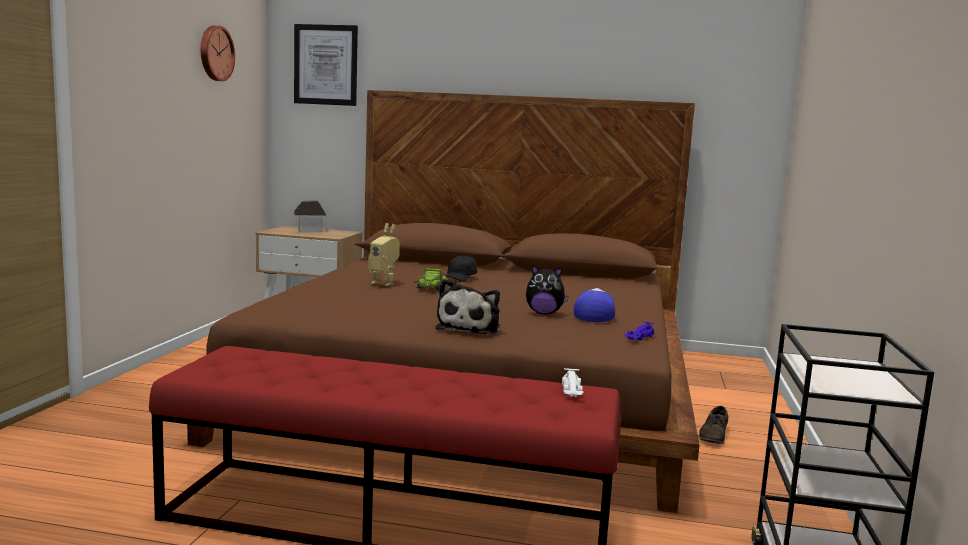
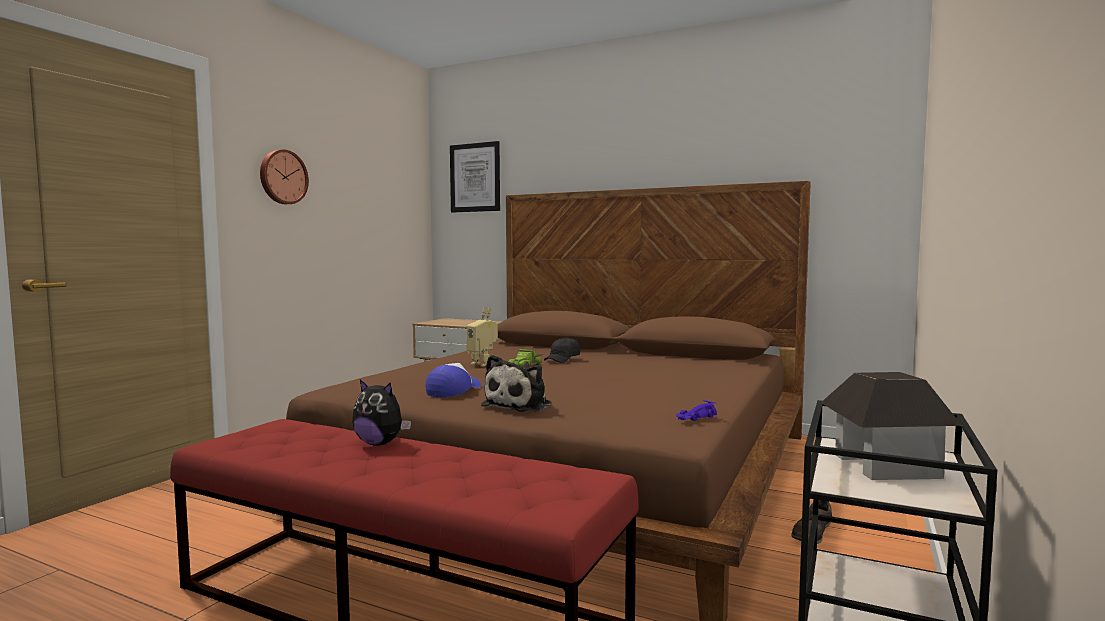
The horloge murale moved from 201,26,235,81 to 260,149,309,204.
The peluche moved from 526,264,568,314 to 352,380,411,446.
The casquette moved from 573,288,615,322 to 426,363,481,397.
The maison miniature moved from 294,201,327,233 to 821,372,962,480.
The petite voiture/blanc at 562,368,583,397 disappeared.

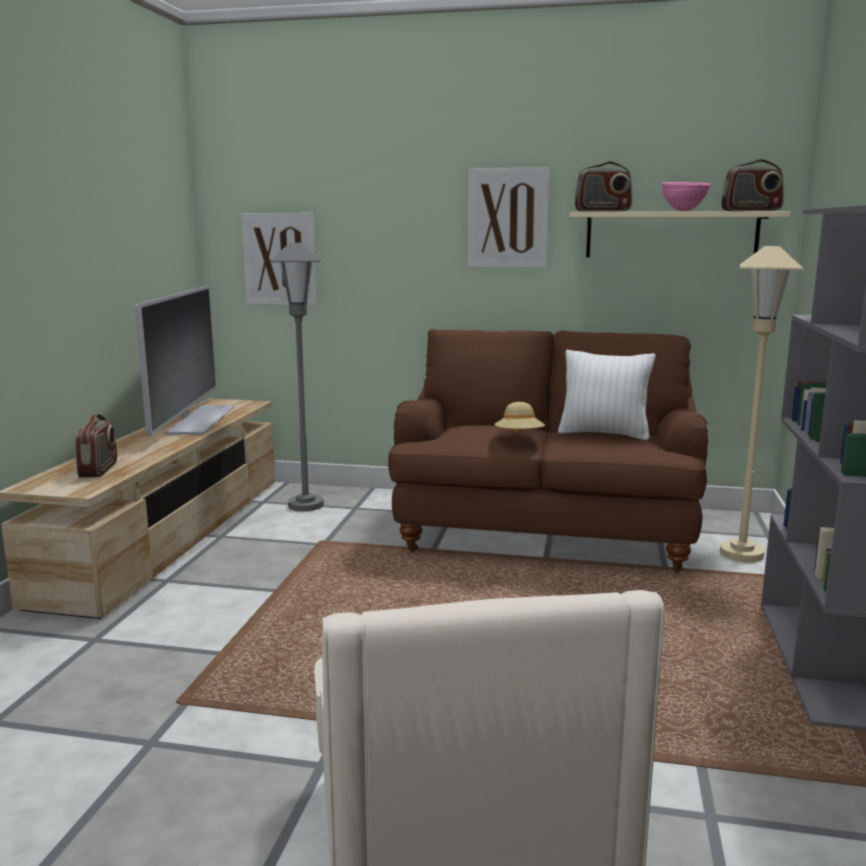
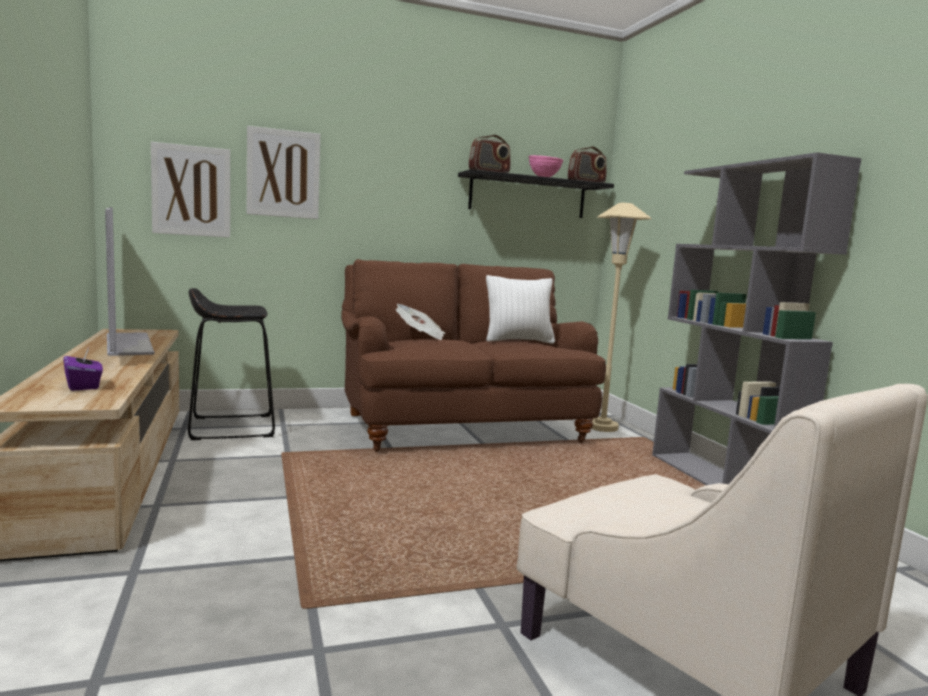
The radio at 75,414,117,477 was replaced by the boîte à mouchoirs/violet at 63,349,103,391.
The lampadaire/gris at 270,243,324,512 was replaced by the tabouret/noir at 188,288,275,440.
The tableau moved from 468,167,550,268 to 247,126,320,219.
The journal at 396,304,445,340 appeared.
The étagère/beige at 569,211,791,257 became the étagère/noir at 458,169,614,218.
The chapeau/beige at 494,402,545,431 disappeared.

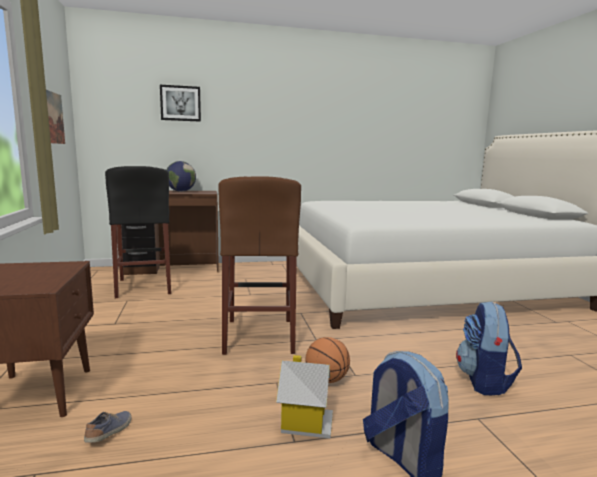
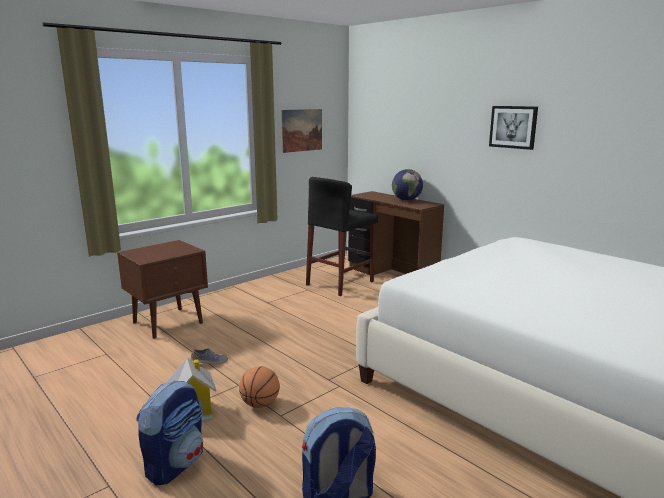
The chaussure moved from 84,411,131,443 to 190,348,228,365.
The tableau moved from 160,85,201,122 to 489,106,538,150.
The tabouret/marron at 219,176,301,355 disappeared.

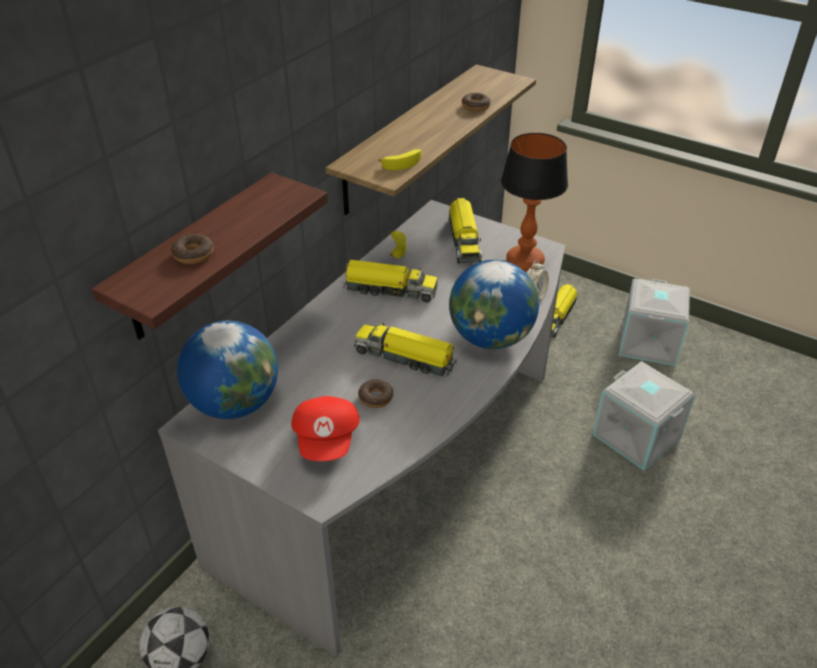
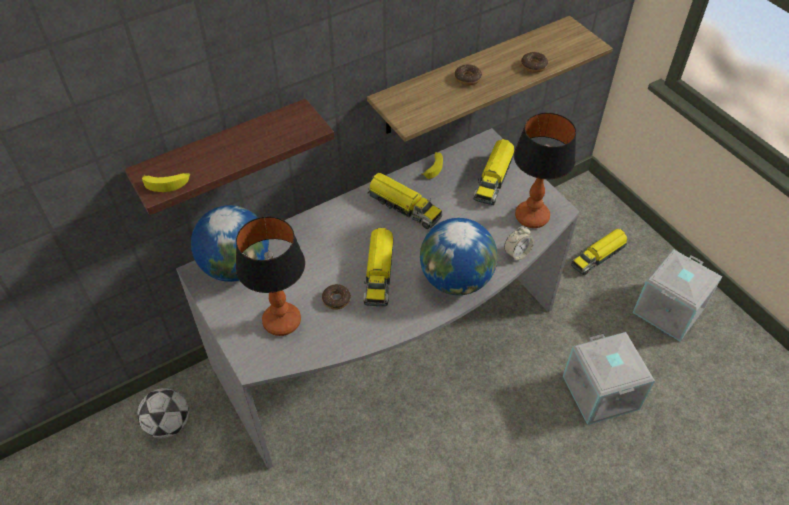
The banane moved from 378,149,421,170 to 142,173,190,192.
The casquette/rouge at 291,396,360,461 was replaced by the lampe de table at 236,216,305,336.
The camion jouet at 354,323,457,377 turned 135 degrees counterclockwise.
The beignet moved from 171,234,214,264 to 455,64,482,86.

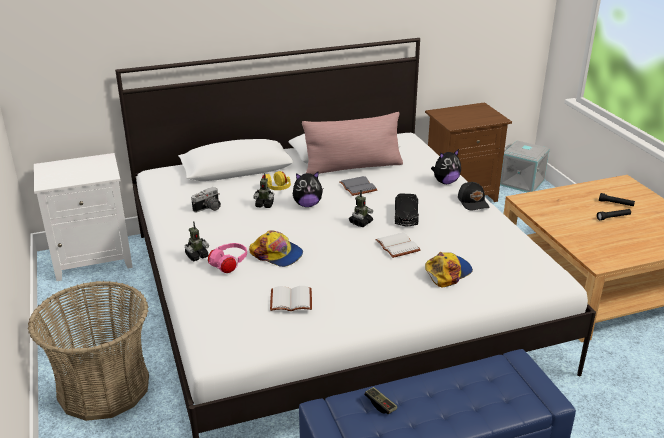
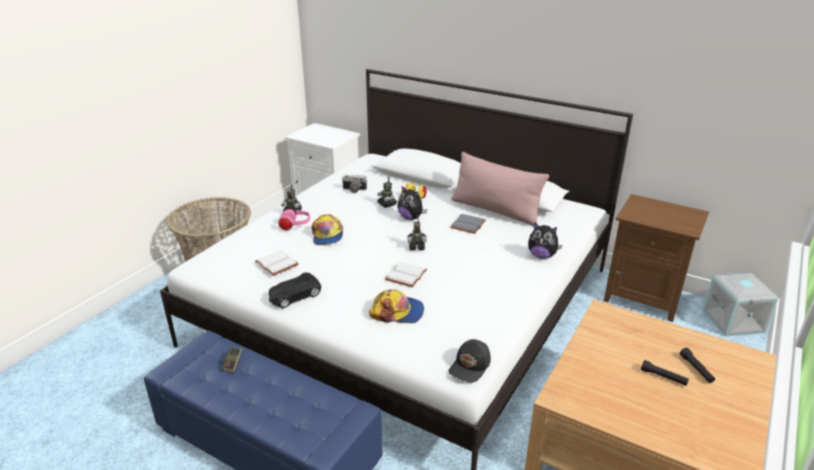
The petite voiture/noir moved from 395,193,419,226 to 269,273,321,308.
The casquette/noir moved from 458,182,490,211 to 448,339,491,383.

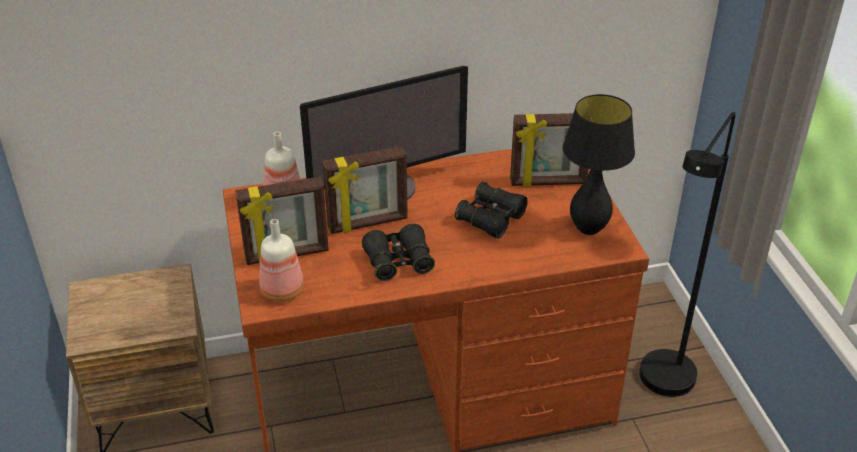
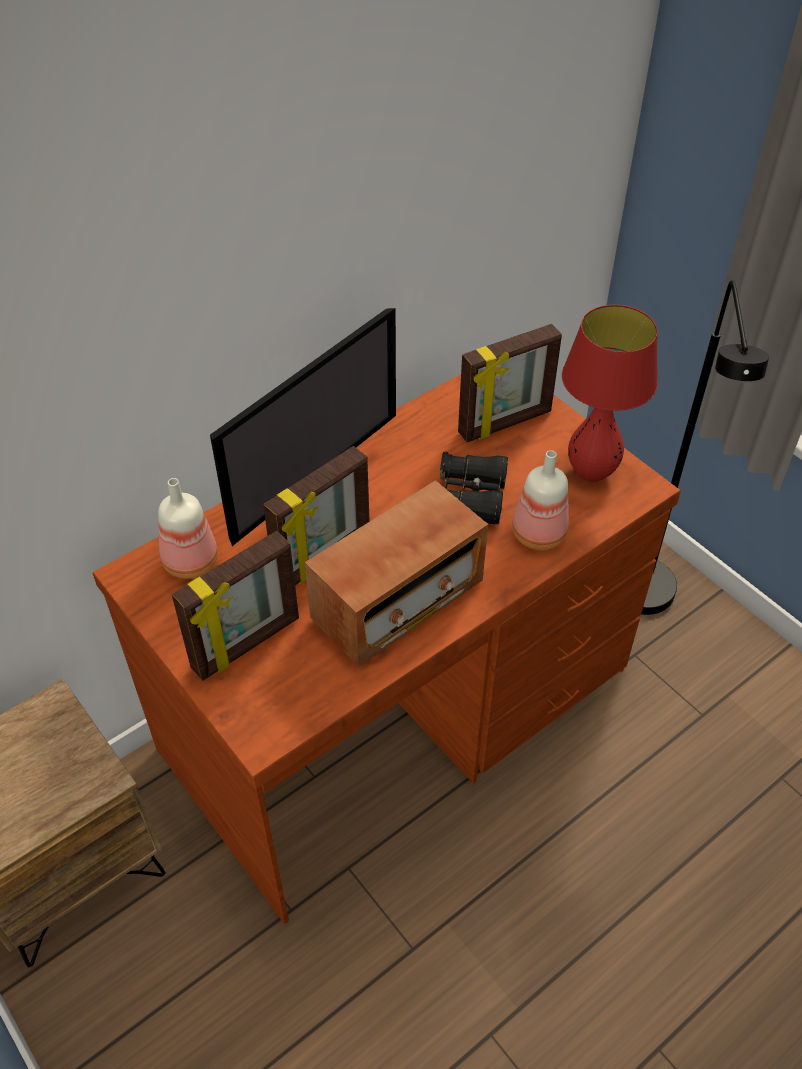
The jumelles/noir at 362,224,435,281 was replaced by the radio at 305,480,488,667.
The bouteille moved from 259,219,304,302 to 512,450,569,550.
The lampe de table/noir at 563,94,635,235 became the lampe de table/rouge at 562,305,658,482.

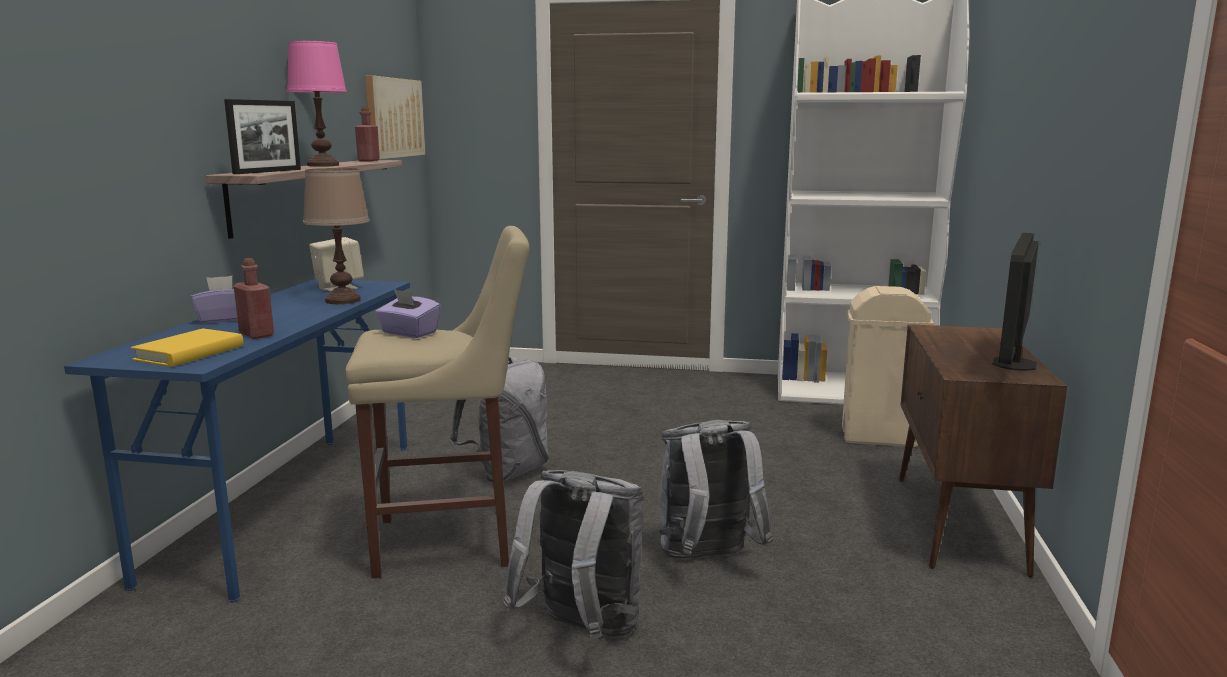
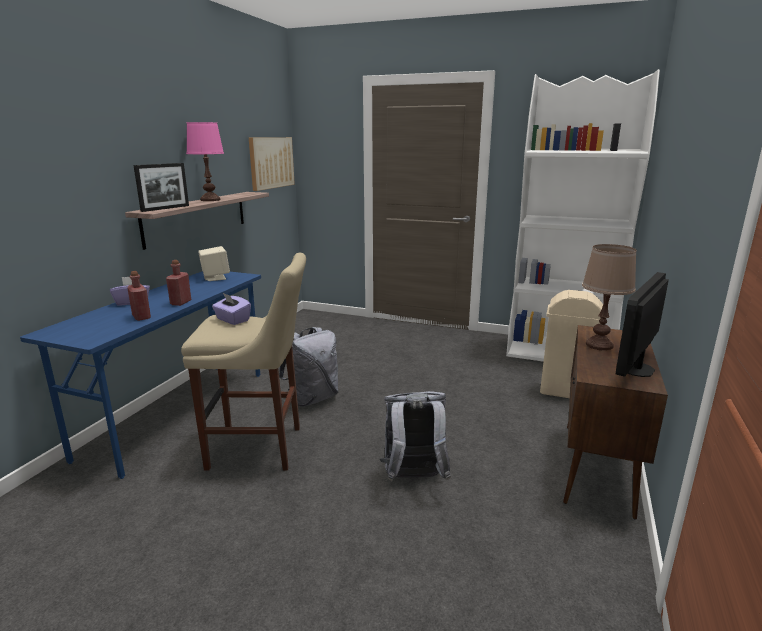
The bouteille/rouge moved from 355,107,380,161 to 166,260,191,306.
The lampe de table/marron moved from 303,168,370,304 to 582,244,637,351.
The livre/jaune at 130,328,244,367 disappeared.
The sac à dos/gris at 503,470,644,638 disappeared.

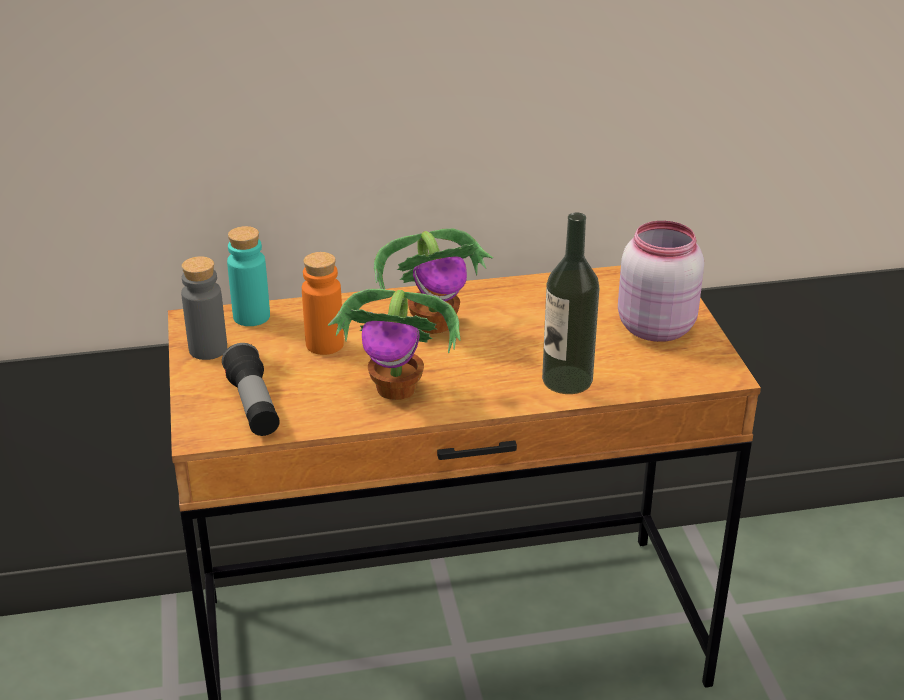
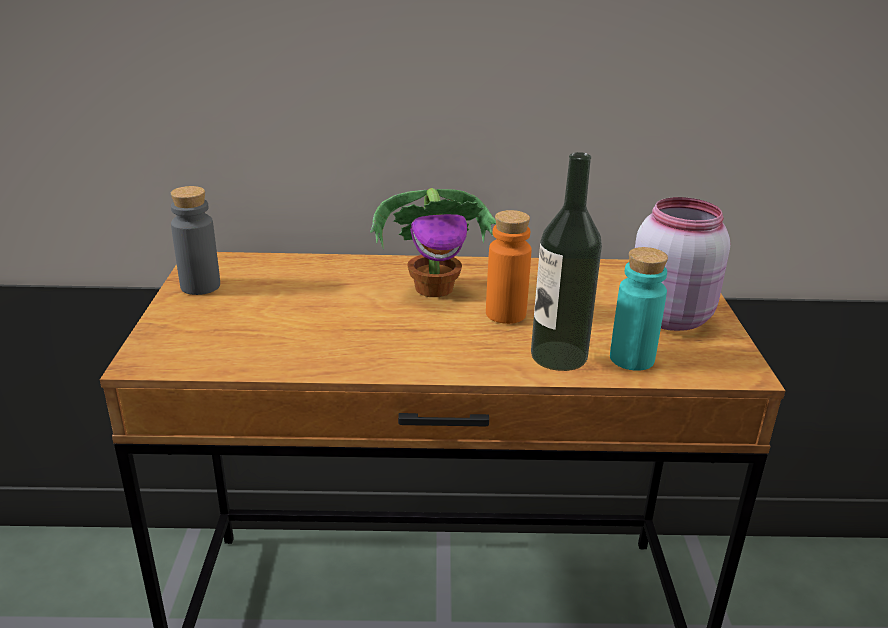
The bouteille/orange moved from 302,252,344,355 to 486,210,532,324.
The bouteille/turquoise moved from 227,226,270,326 to 610,247,668,371.
The lampe de poche at 222,343,280,436 disappeared.
The plante en pot at 328,289,461,400 disappeared.

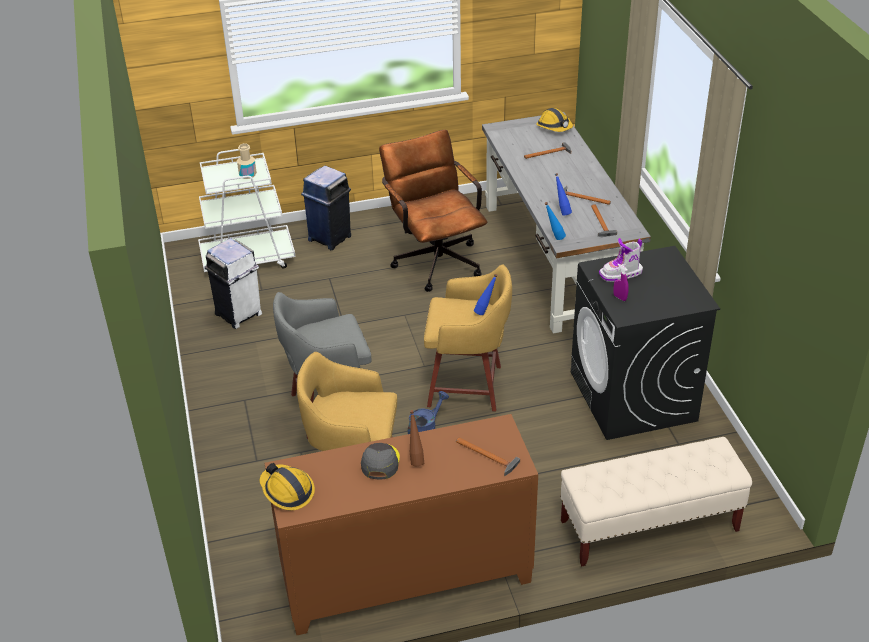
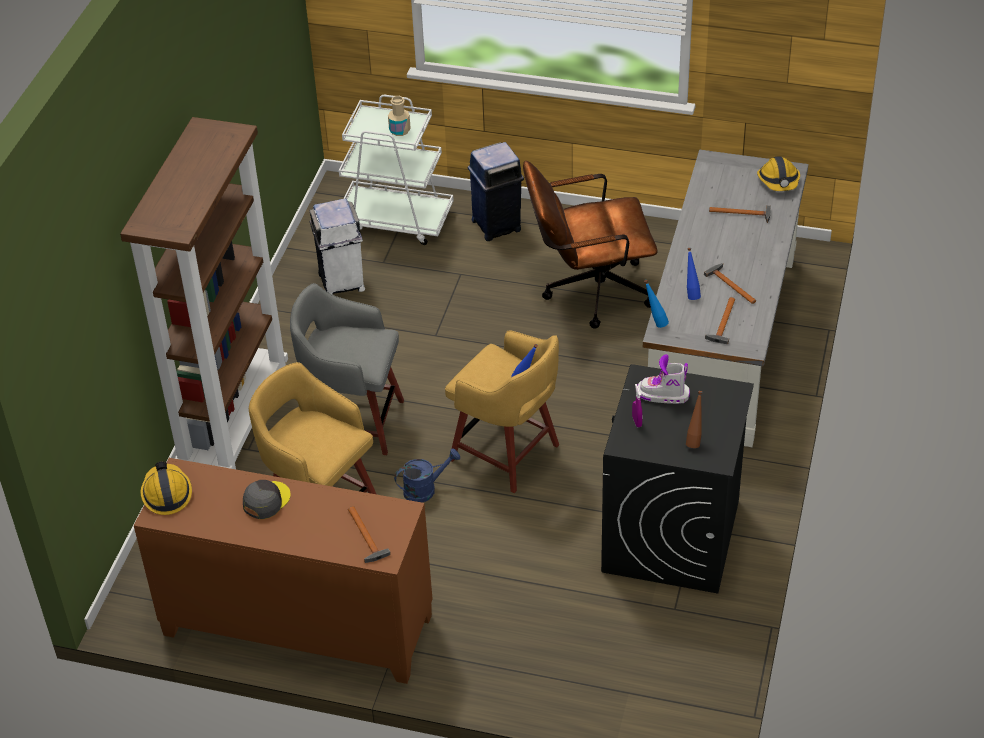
The bibliothèque/marron at 120,117,288,469 appeared.
The chaise de bureau/marron at 379,130,487,292 turned 105 degrees counterclockwise.
The bouteille/marron moved from 410,410,424,466 to 686,391,702,448.
The banc/beige at 560,437,752,566 disappeared.

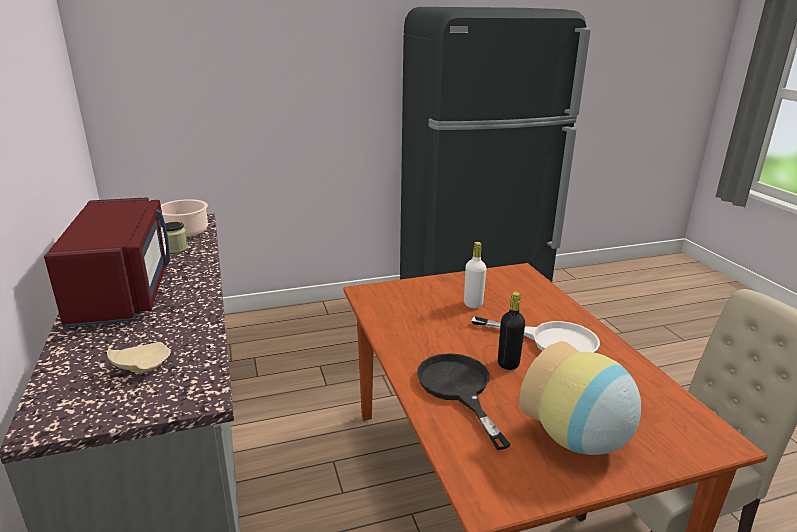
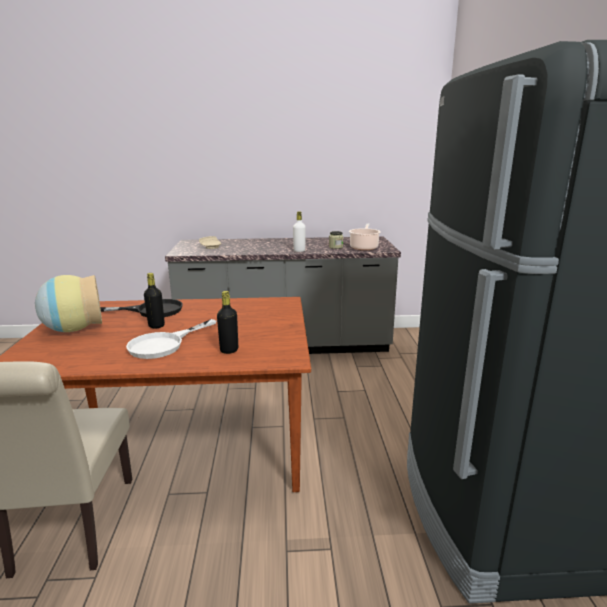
The bouteille/noir at 217,291,238,354 appeared.
The bouteille/blanc moved from 464,242,487,308 to 293,211,306,252.
The micro-ondes/rouge at 44,197,170,327 disappeared.

